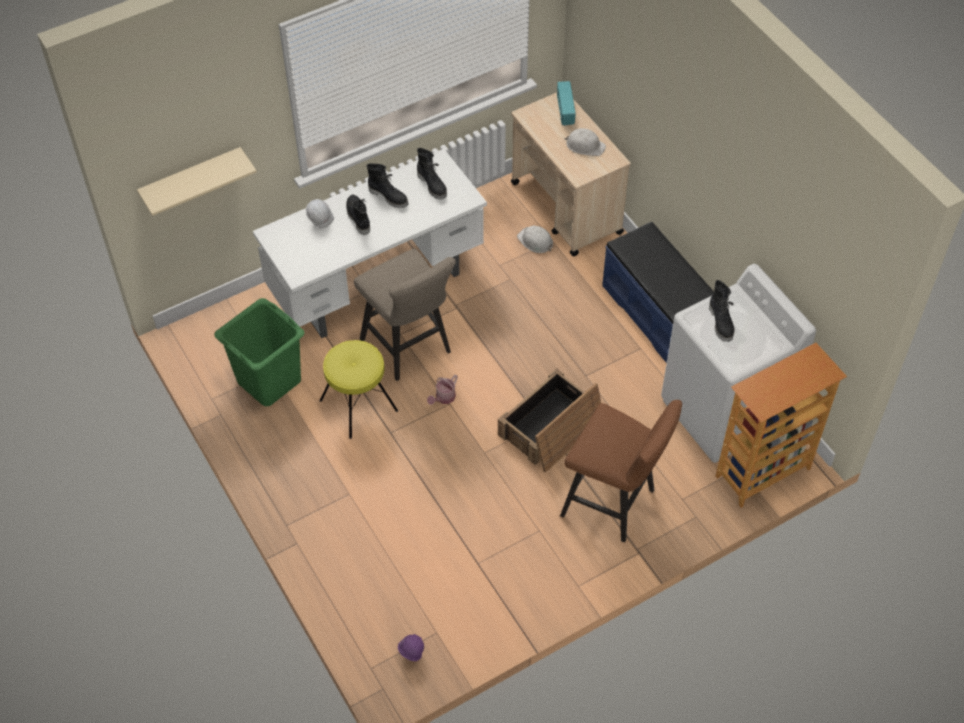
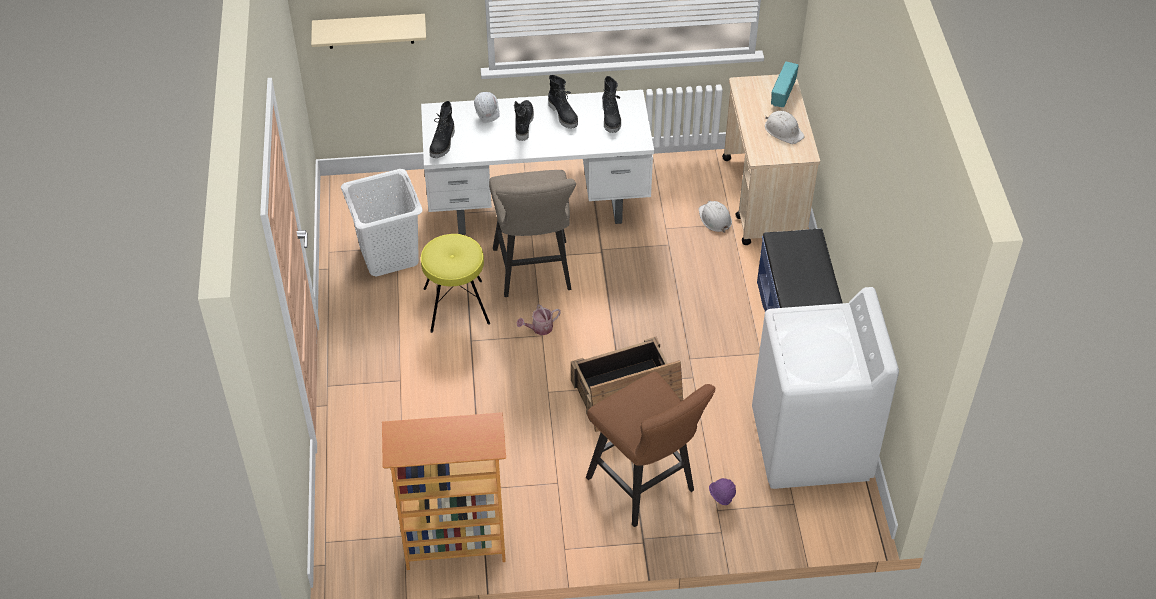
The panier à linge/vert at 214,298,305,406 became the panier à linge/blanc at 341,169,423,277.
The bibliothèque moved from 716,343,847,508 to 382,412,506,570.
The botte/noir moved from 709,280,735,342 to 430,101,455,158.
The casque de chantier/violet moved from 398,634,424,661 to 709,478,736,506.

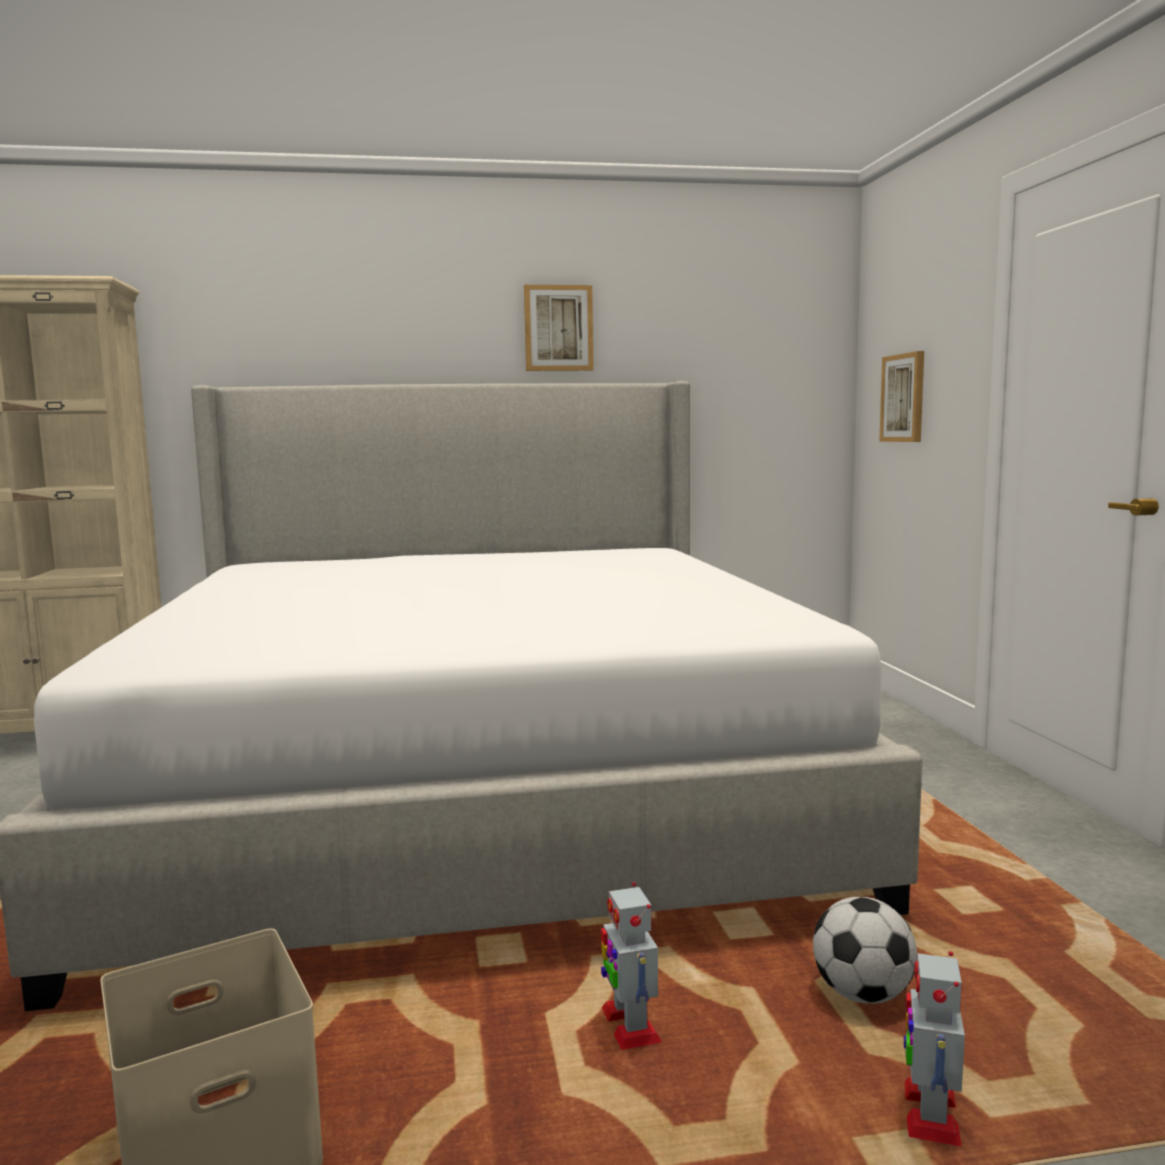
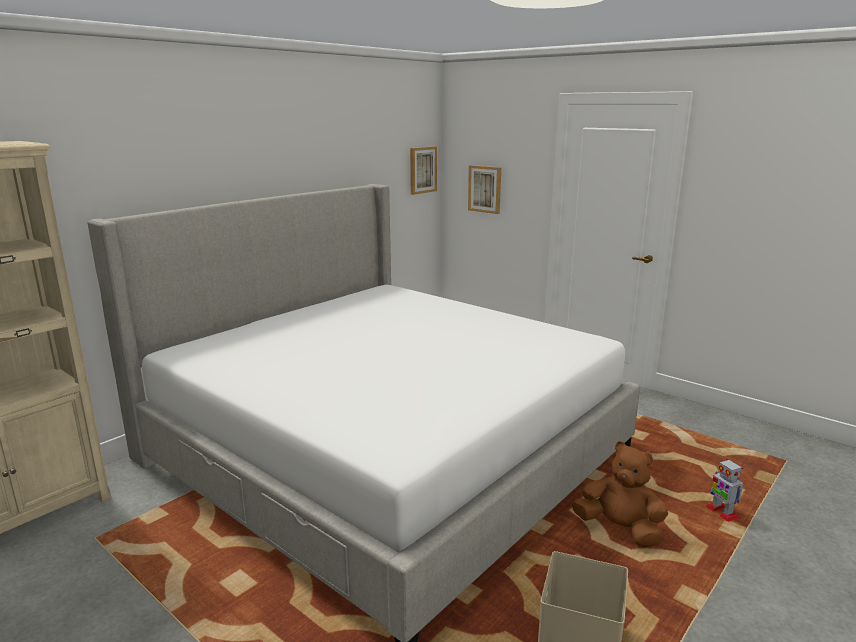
The tableau moved from 524,285,594,371 to 410,146,437,195.
The robot jouet at 601,882,662,1050 was replaced by the peluche/marron at 572,441,668,547.
The ballon de foot at 813,897,917,1004 disappeared.

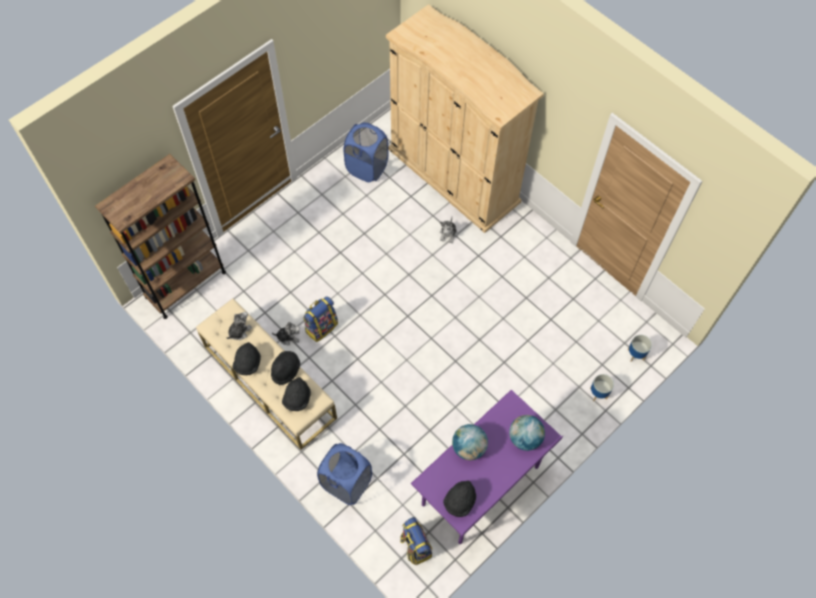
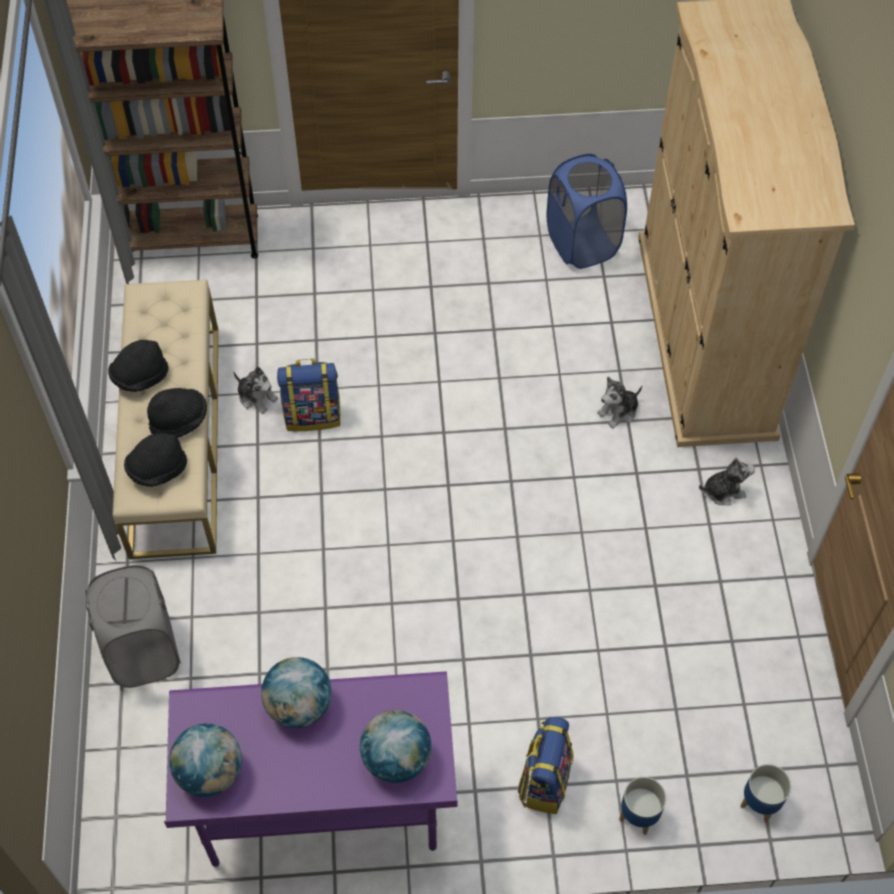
The panier à linge/bleu at 317,443,372,505 became the panier à linge/gris at 85,565,181,688.
The chapeau/noir at 443,481,476,517 was replaced by the globe at 169,723,242,797.
The sac à dos moved from 400,517,432,565 to 518,717,573,814.
The peluche moved from 226,312,252,340 to 699,458,755,506.

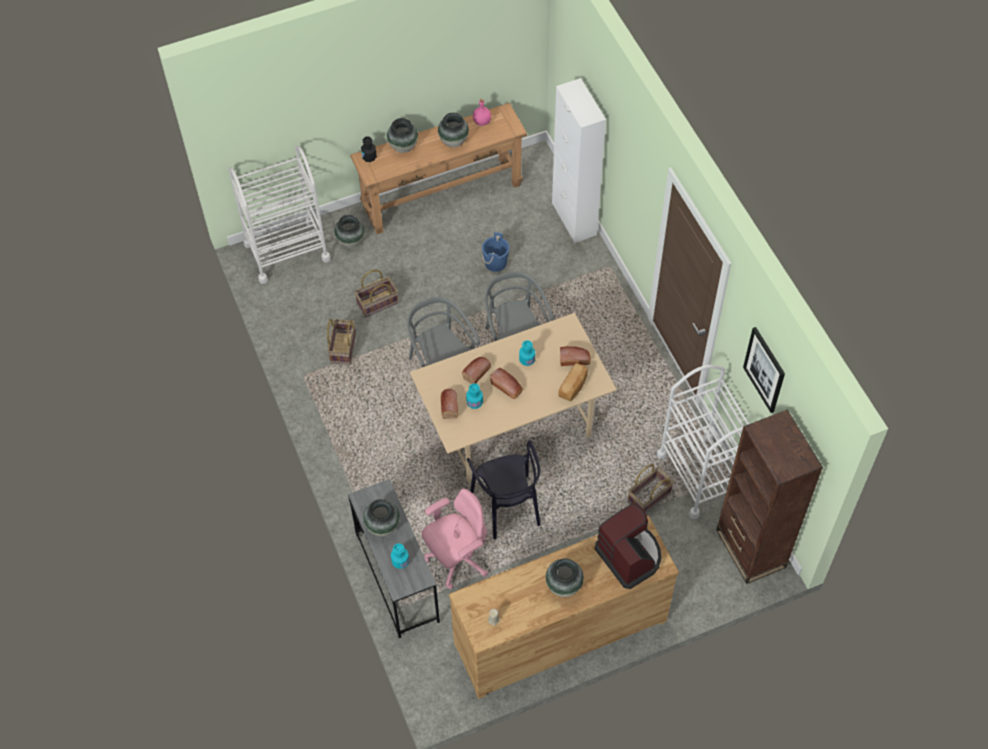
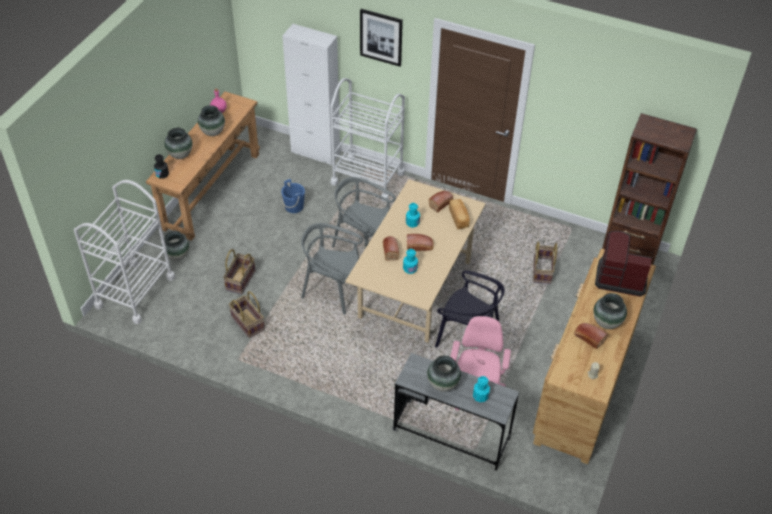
The chariot/blanc moved from 657,365,749,519 to 330,78,405,202.
The tableau moved from 743,327,785,413 to 360,9,403,67.
The pain moved from 441,389,458,419 to 574,323,608,349.

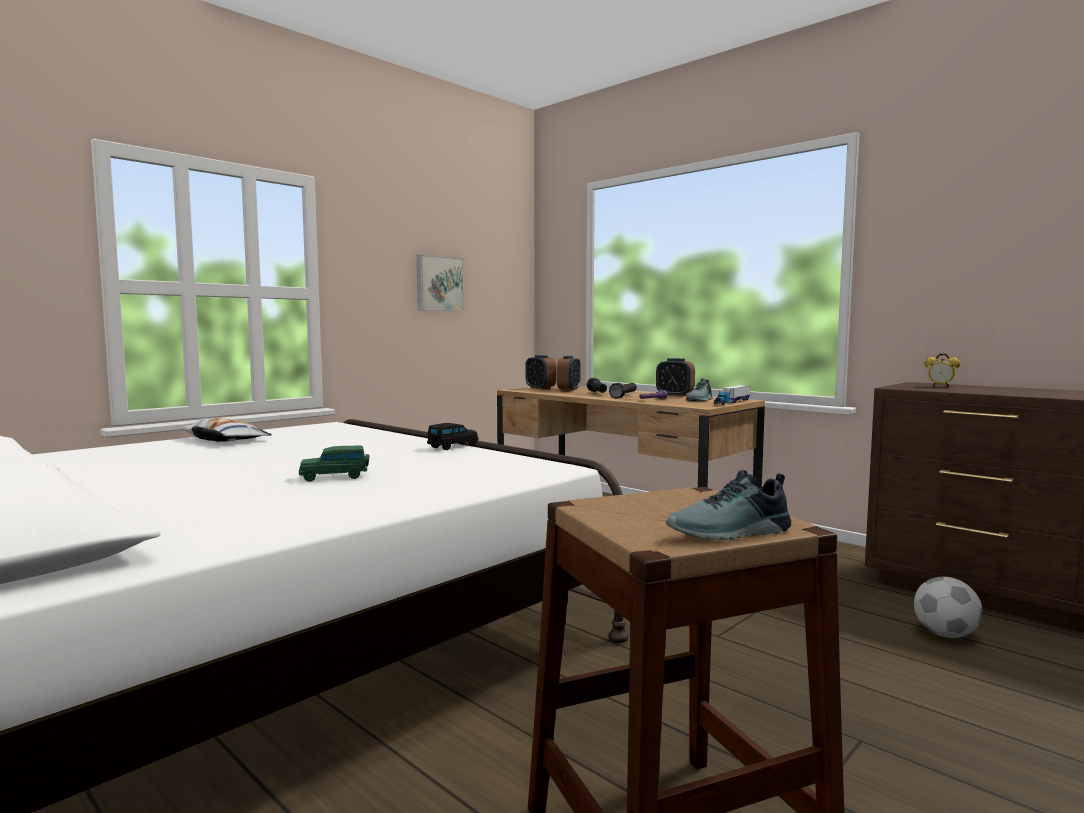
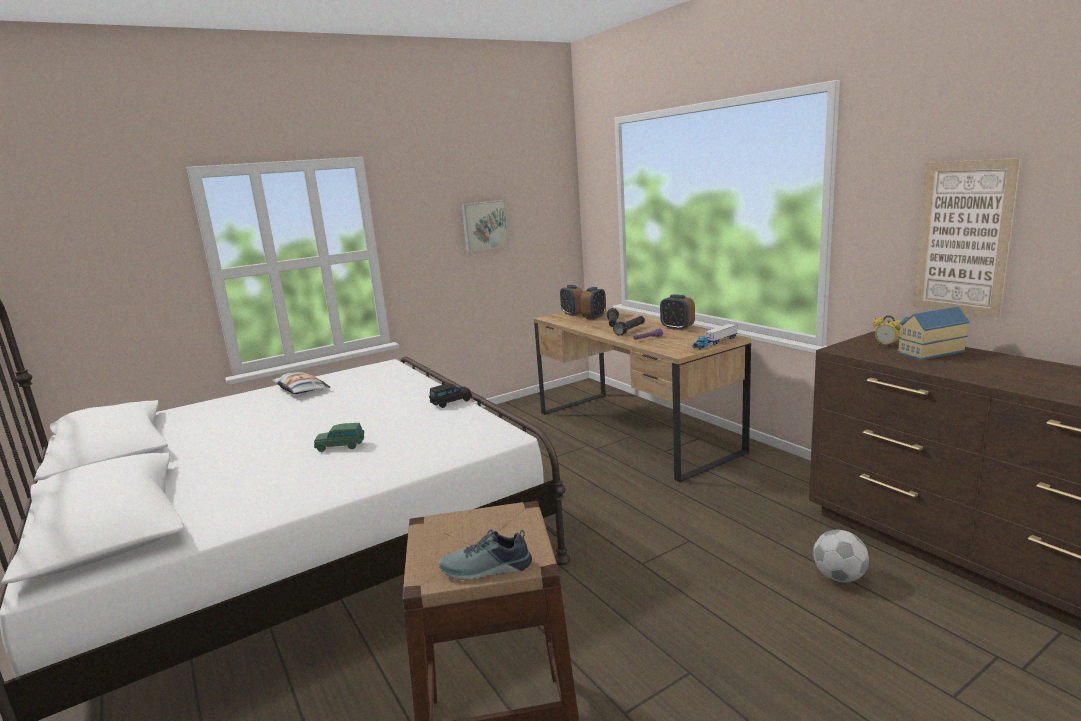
The maison miniature at 897,306,969,360 appeared.
The tableau at 913,158,1021,318 appeared.
The chaussure at 686,378,712,401 disappeared.

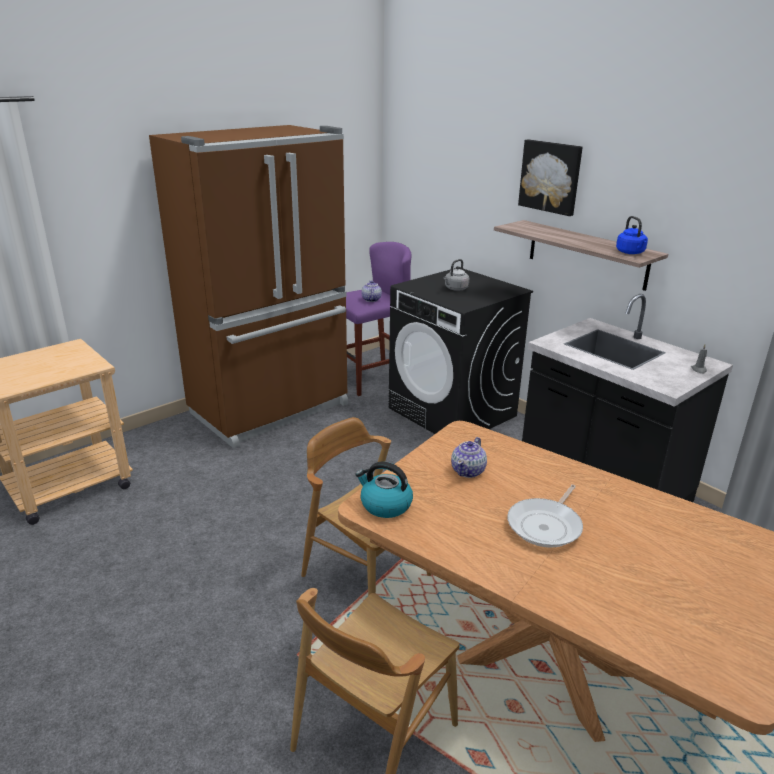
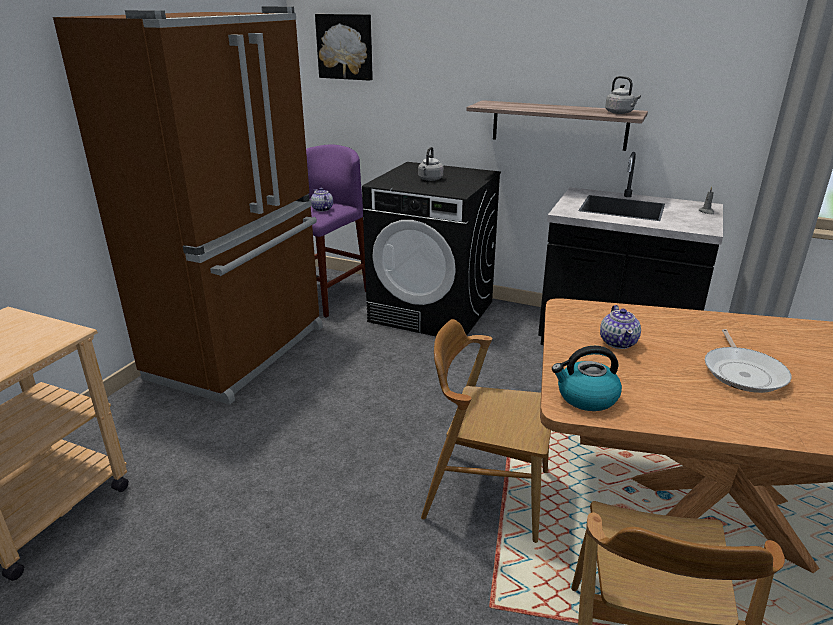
The tableau moved from 518,139,583,216 to 315,14,373,81.
The bouilloire/bleu at 616,216,648,254 became the bouilloire/gris at 605,76,641,114.

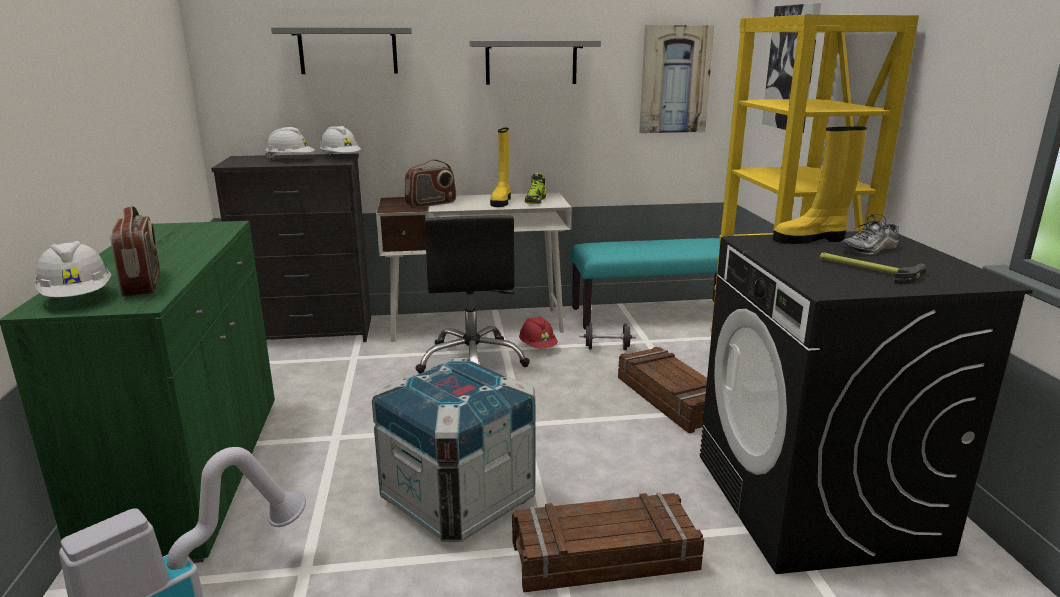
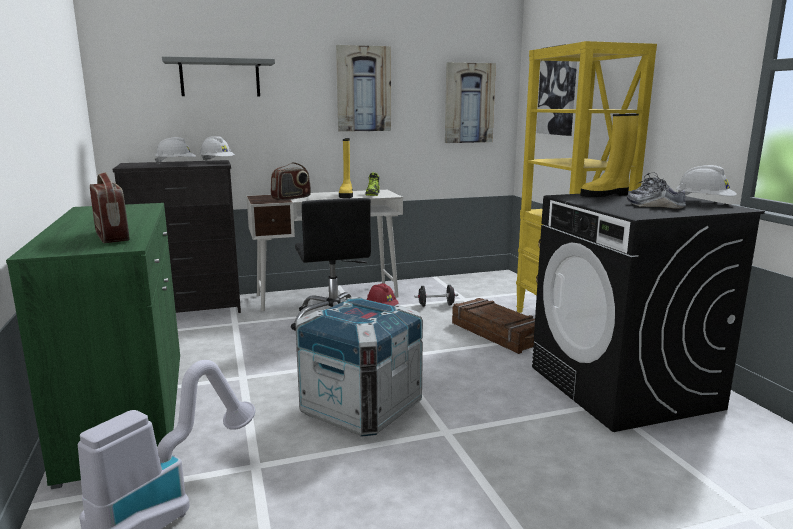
The étagère/gris at 469,40,601,85 was replaced by the tableau at 336,45,391,132.
The marteau at 820,253,927,284 was replaced by the chaussure at 627,179,686,209.
The casque de chantier/blanc moved from 35,241,111,298 to 676,165,737,196.
The caisse at 512,493,704,592 disappeared.
The banc/turquoise at 571,238,719,330 disappeared.

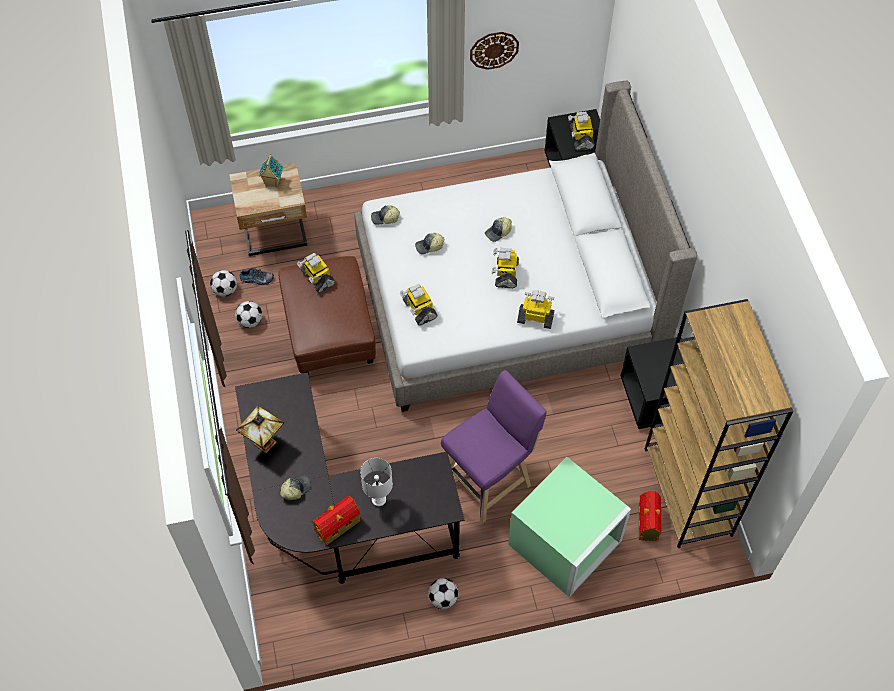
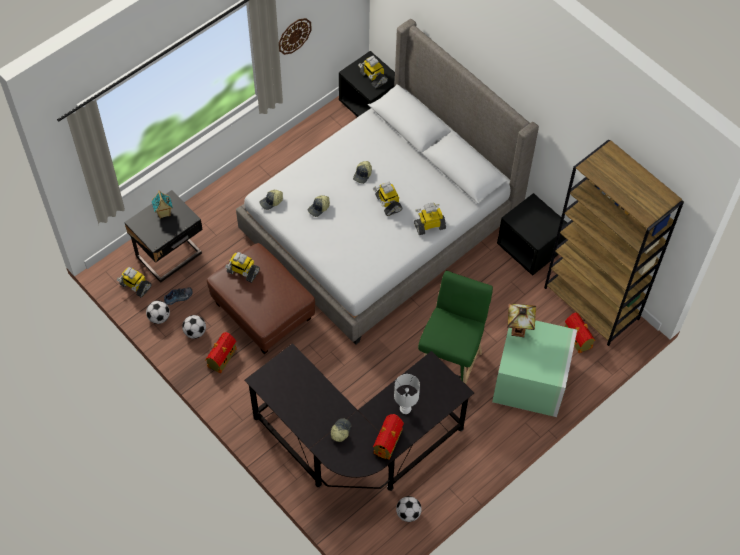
The robot jouet moved from 400,284,438,326 to 117,267,152,297.
The table de chevet/beige at 229,163,307,256 became the table de chevet/noir at 124,190,203,283.
The maison miniature at 205,332,236,373 appeared.
The ballon de foot moved from 428,578,458,609 to 396,496,422,522.
The tabouret/violet at 441,370,547,523 became the tabouret/vert at 418,271,493,384.
The lampe de table moved from 236,406,284,454 to 507,303,536,337.

